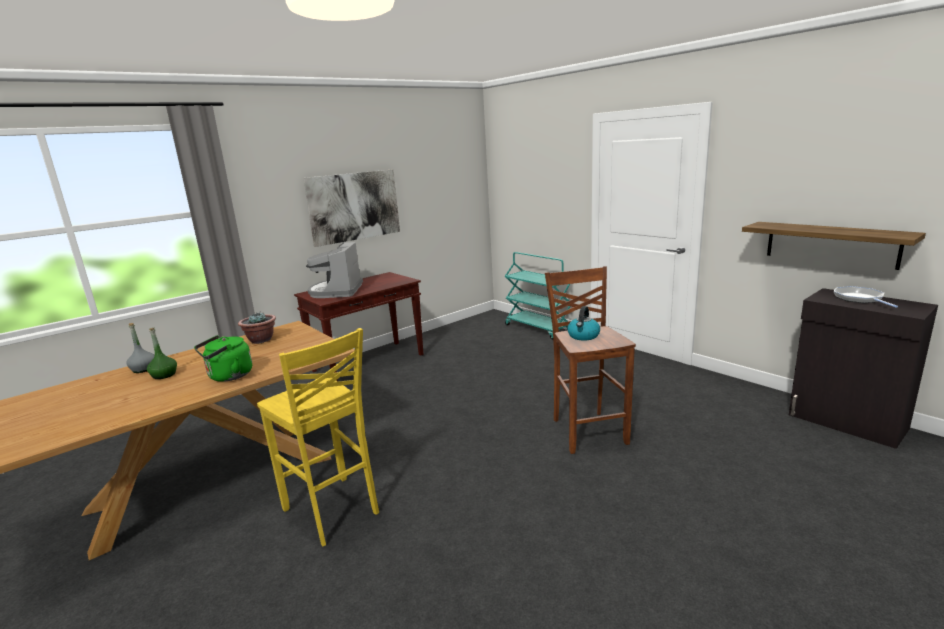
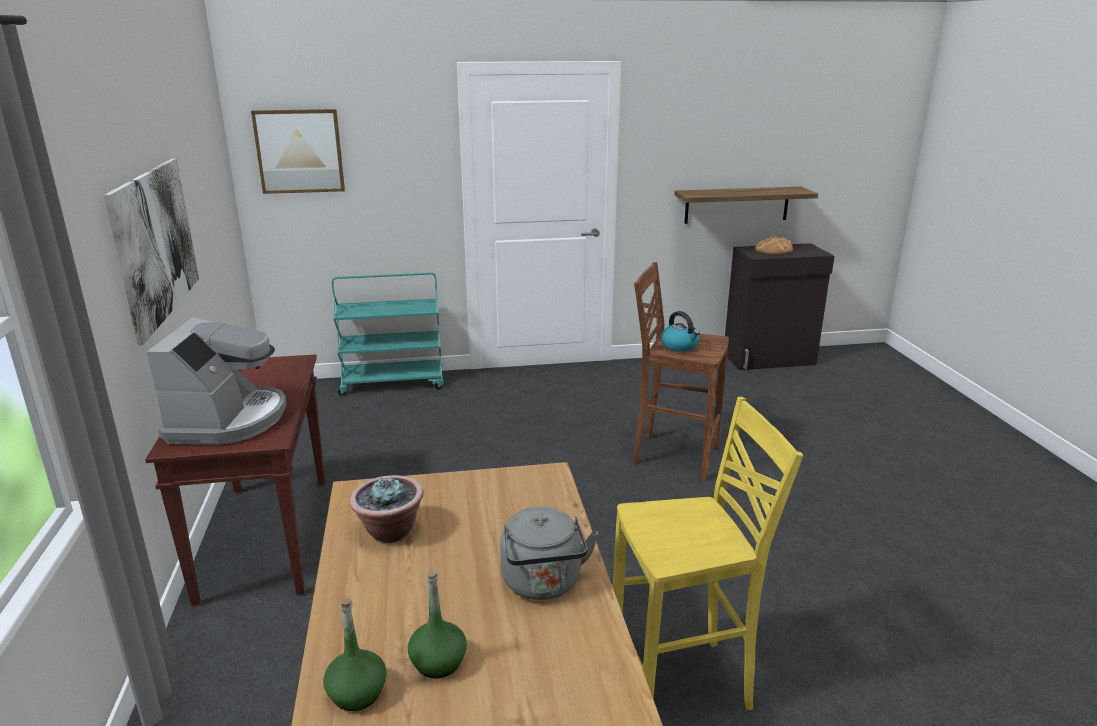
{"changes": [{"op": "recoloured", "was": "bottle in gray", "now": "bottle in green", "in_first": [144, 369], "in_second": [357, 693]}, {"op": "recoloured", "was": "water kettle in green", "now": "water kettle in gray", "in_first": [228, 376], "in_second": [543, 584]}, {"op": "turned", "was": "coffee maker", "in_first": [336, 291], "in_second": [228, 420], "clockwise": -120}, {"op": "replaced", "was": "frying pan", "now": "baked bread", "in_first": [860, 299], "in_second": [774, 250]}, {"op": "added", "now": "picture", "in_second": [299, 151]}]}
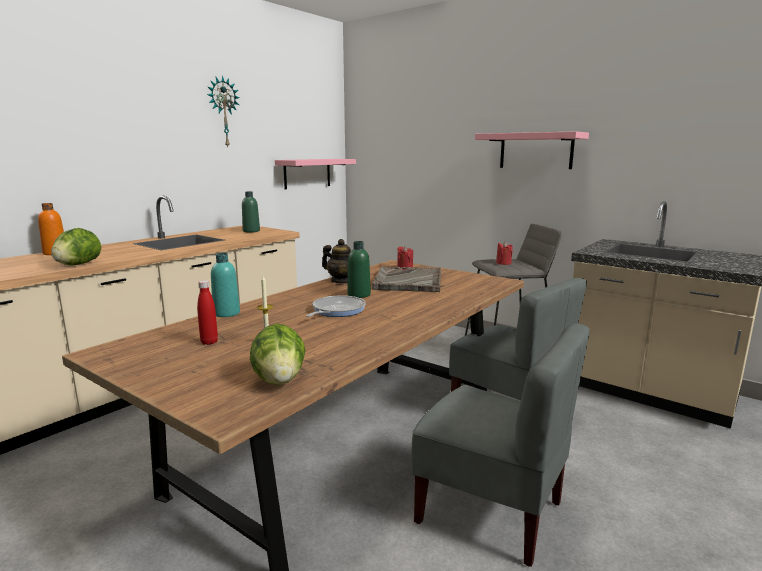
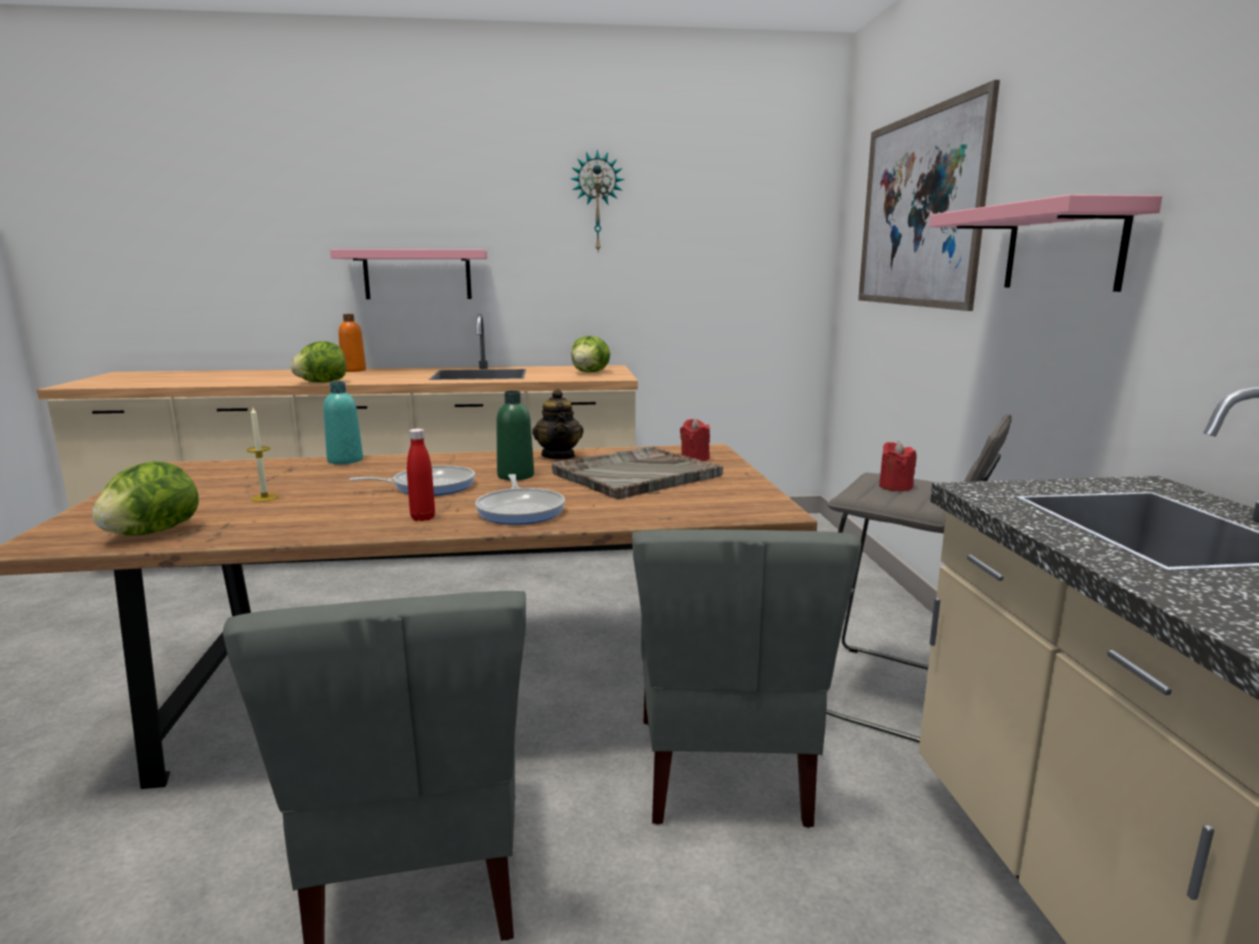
{"changes": [{"op": "moved", "was": "bottle in reddish", "in_first": [209, 342], "in_second": [423, 518]}, {"op": "replaced", "was": "bottle in green", "now": "head of lettuce", "in_first": [251, 231], "in_second": [590, 372]}, {"op": "moved", "was": "wall shelf in pink-coloured", "in_first": [307, 173], "in_second": [417, 275]}, {"op": "added", "now": "frying pan", "in_second": [521, 510]}, {"op": "added", "now": "picture", "in_second": [918, 210]}]}
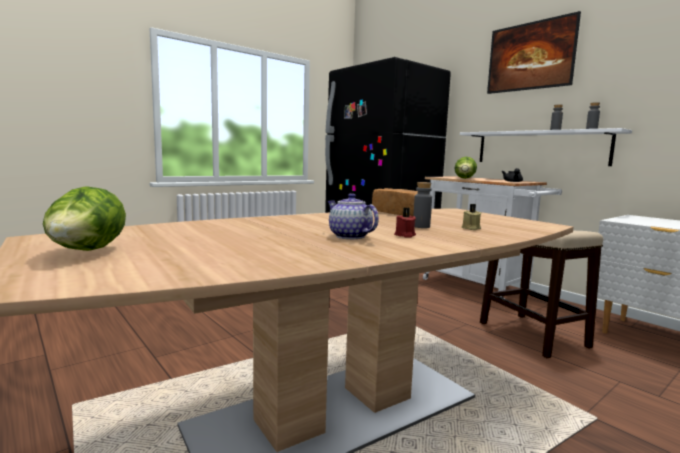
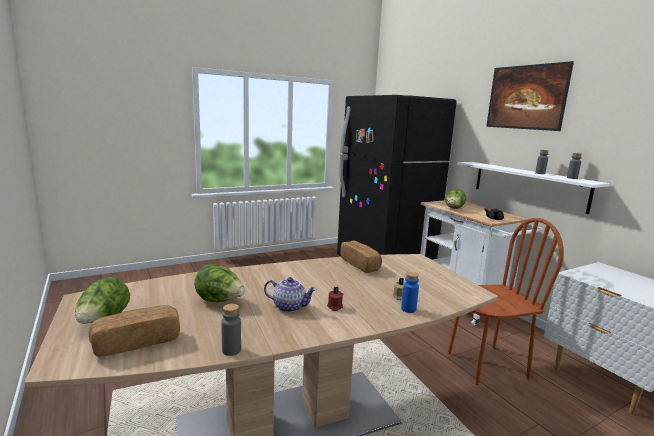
{"changes": [{"op": "turned", "was": "teapot", "in_first": [349, 236], "in_second": [290, 307], "clockwise": 135}, {"op": "moved", "was": "bottle in gray", "in_first": [421, 226], "in_second": [231, 350]}, {"op": "replaced", "was": "stool", "now": "upright chair in brown-coloured", "in_first": [533, 335], "in_second": [486, 365]}, {"op": "added", "now": "baked bread", "in_second": [137, 342]}, {"op": "added", "now": "head of lettuce", "in_second": [220, 301]}, {"op": "added", "now": "bottle in blue-coloured", "in_second": [408, 309]}]}
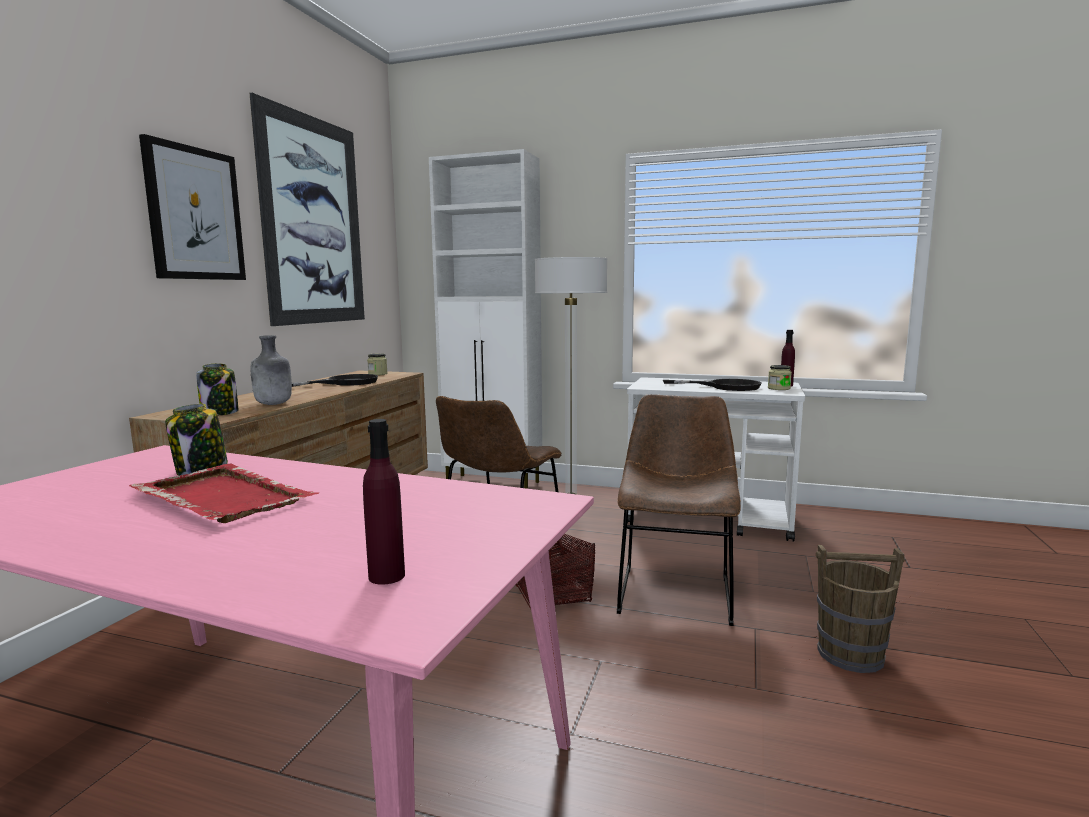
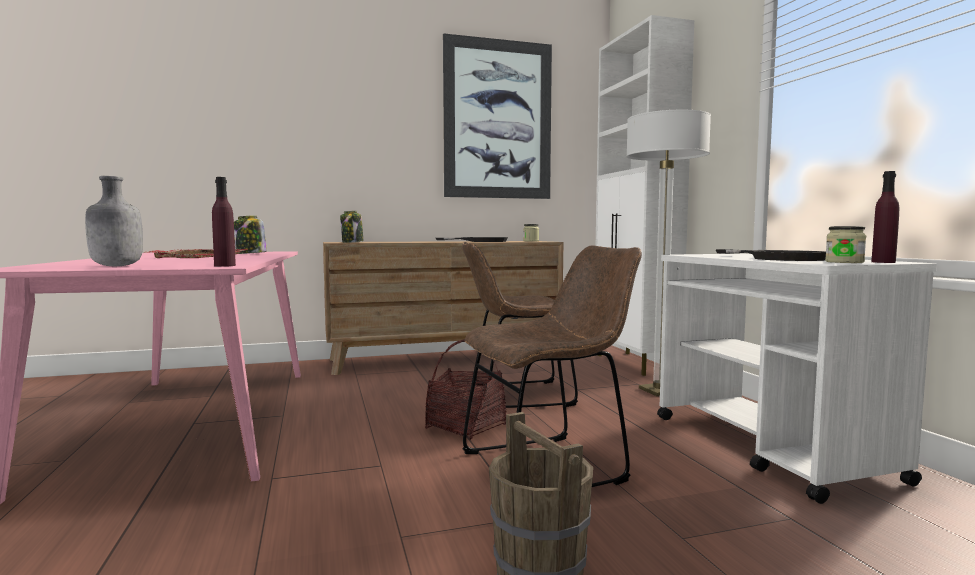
{"changes": [{"op": "removed", "was": "picture", "in_first": [195, 214]}, {"op": "moved", "was": "bottle in gray", "in_first": [274, 404], "in_second": [116, 266]}, {"op": "moved", "was": "bottle in purplish", "in_first": [386, 576], "in_second": [225, 265]}]}
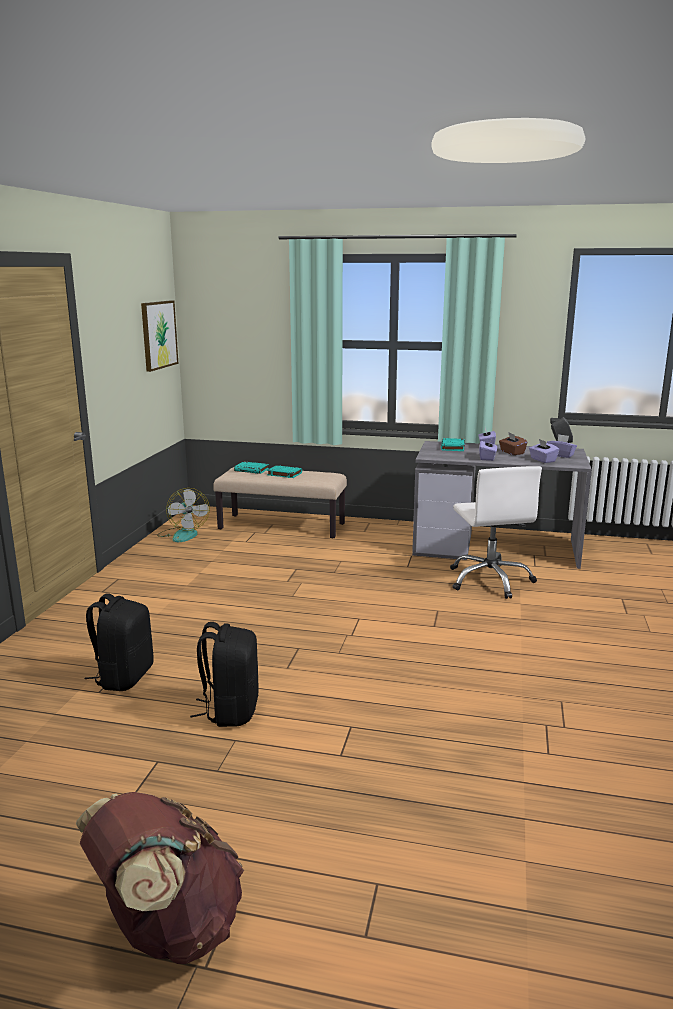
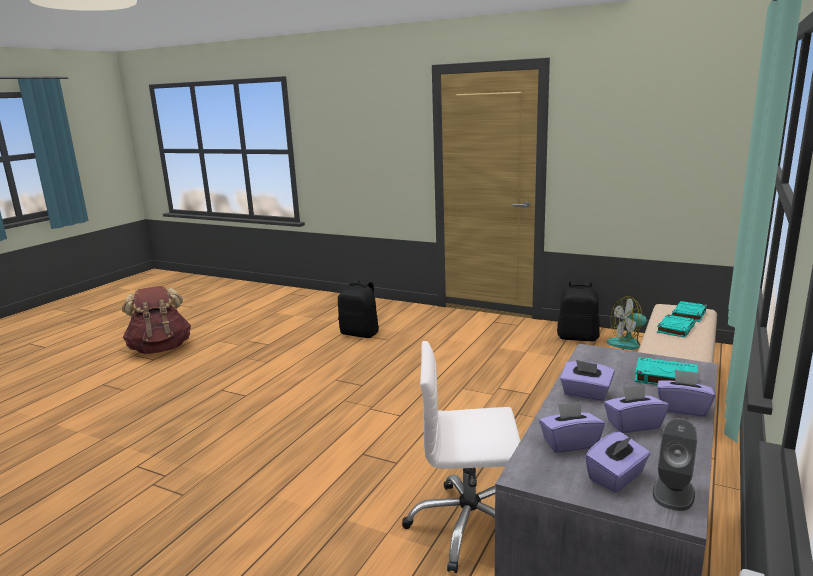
{"changes": [{"op": "removed", "was": "picture", "in_first": [158, 335]}, {"op": "moved", "was": "backpack in black-coloured", "in_first": [230, 710], "in_second": [578, 337]}, {"op": "recoloured", "was": "tissue box in brown-coloured", "now": "tissue box in purplish", "in_first": [512, 452], "in_second": [633, 424]}]}
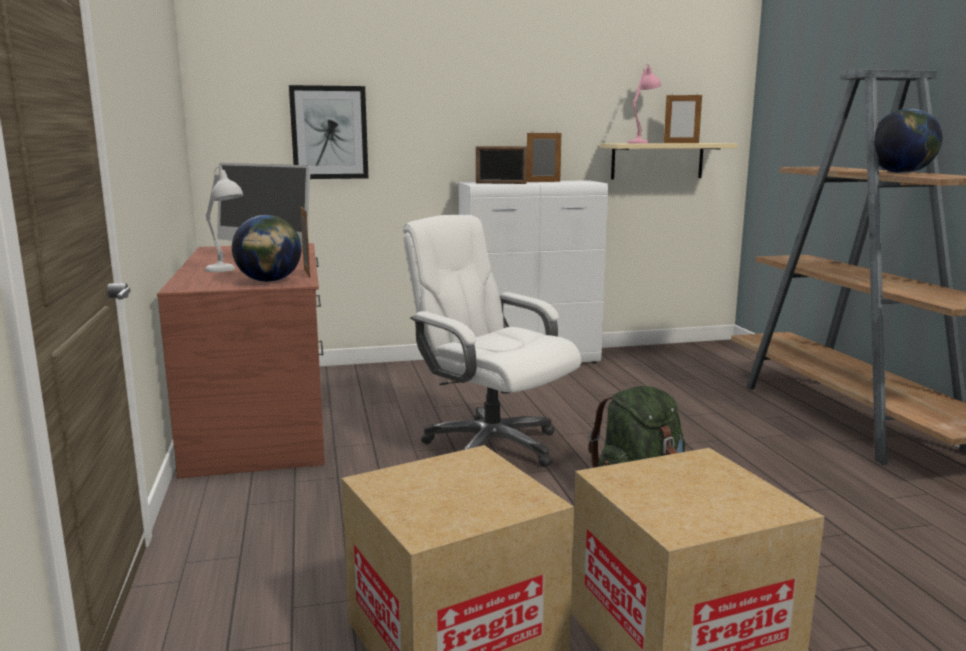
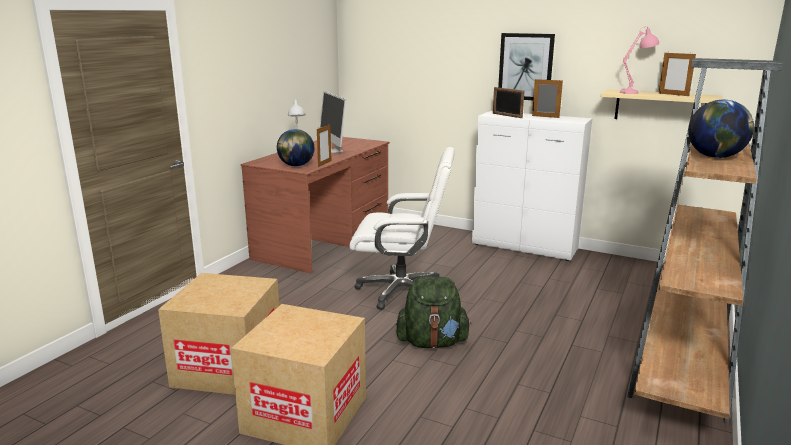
{"changes": [{"op": "moved", "was": "picture", "in_first": [329, 132], "in_second": [525, 67]}, {"op": "turned", "was": "desk chair in whitish", "in_first": [491, 445], "in_second": [401, 291], "clockwise": 105}]}
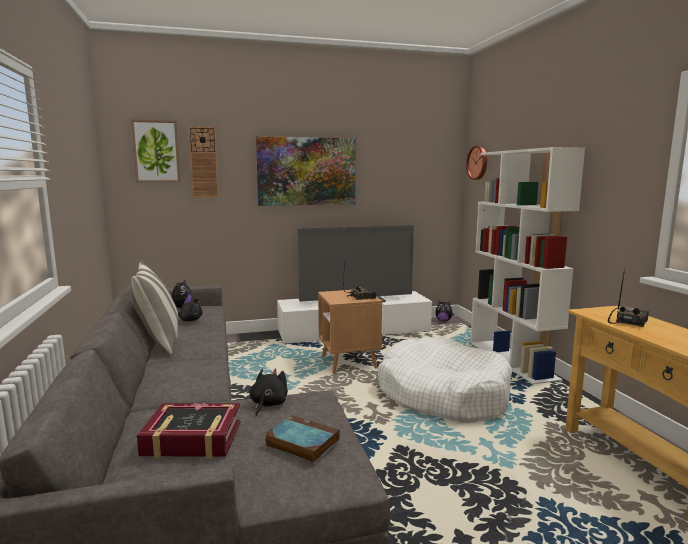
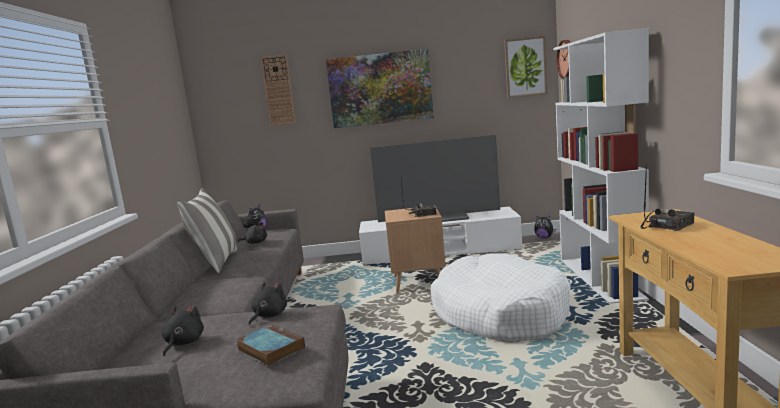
{"changes": [{"op": "moved", "was": "picture", "in_first": [156, 151], "in_second": [525, 67]}, {"op": "replaced", "was": "book", "now": "cuddly toy in black-coloured", "in_first": [192, 439], "in_second": [183, 343]}]}
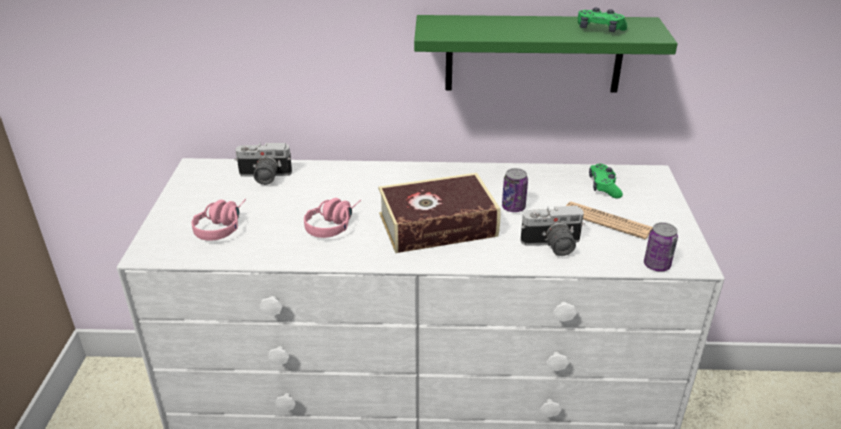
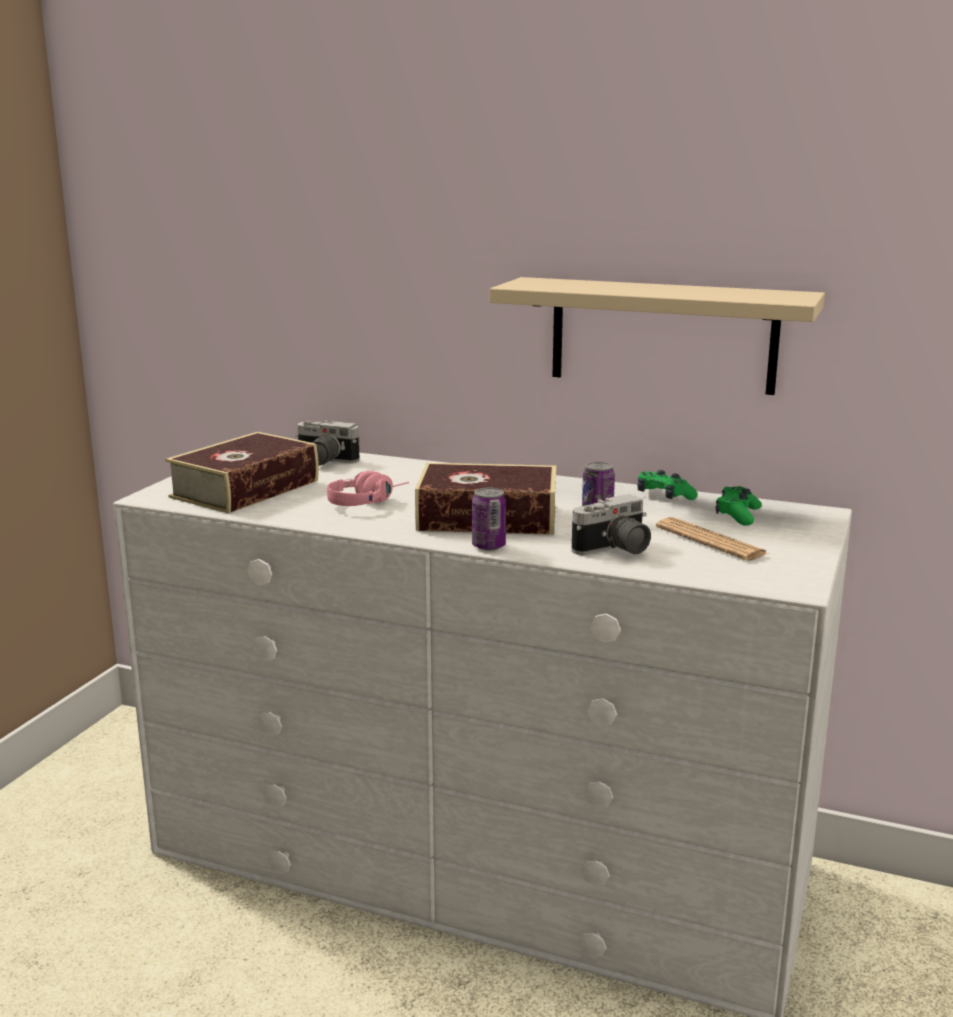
{"changes": [{"op": "replaced", "was": "headset in pink-coloured", "now": "book", "in_first": [222, 226], "in_second": [245, 489]}, {"op": "recoloured", "was": "wall shelf in green", "now": "wall shelf in beige-coloured", "in_first": [534, 54], "in_second": [662, 335]}, {"op": "turned", "was": "still camera", "in_first": [552, 246], "in_second": [615, 550], "clockwise": -45}, {"op": "moved", "was": "gamepad in green", "in_first": [599, 30], "in_second": [664, 496]}, {"op": "moved", "was": "metal can", "in_first": [656, 265], "in_second": [488, 546]}]}
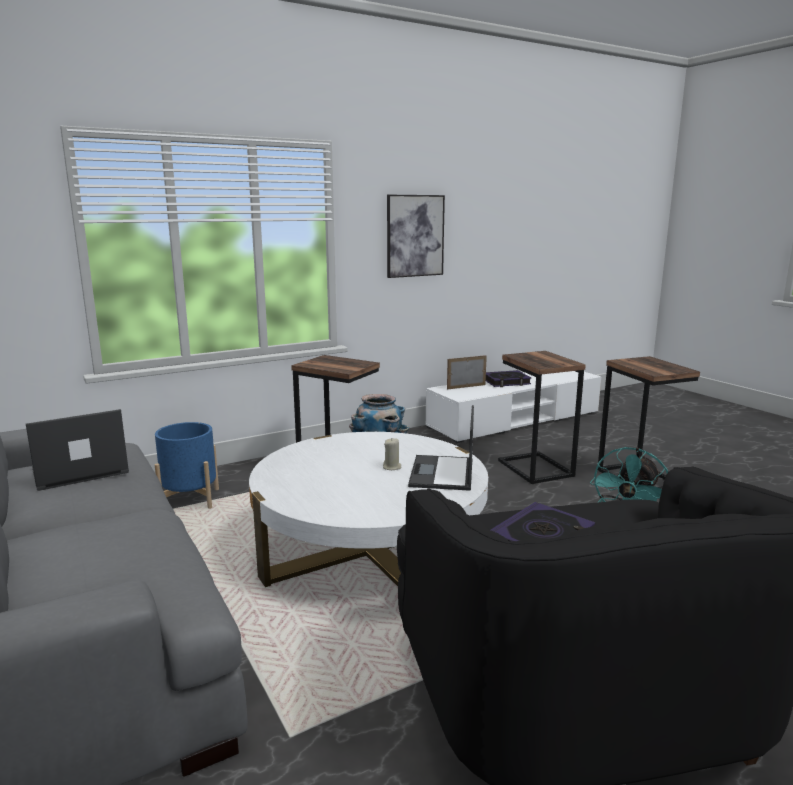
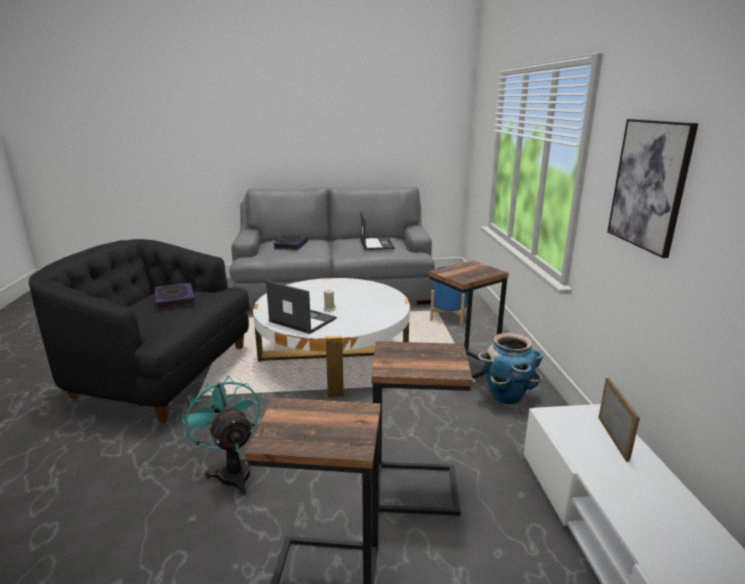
{"changes": [{"op": "moved", "was": "book", "in_first": [506, 382], "in_second": [291, 245]}]}
